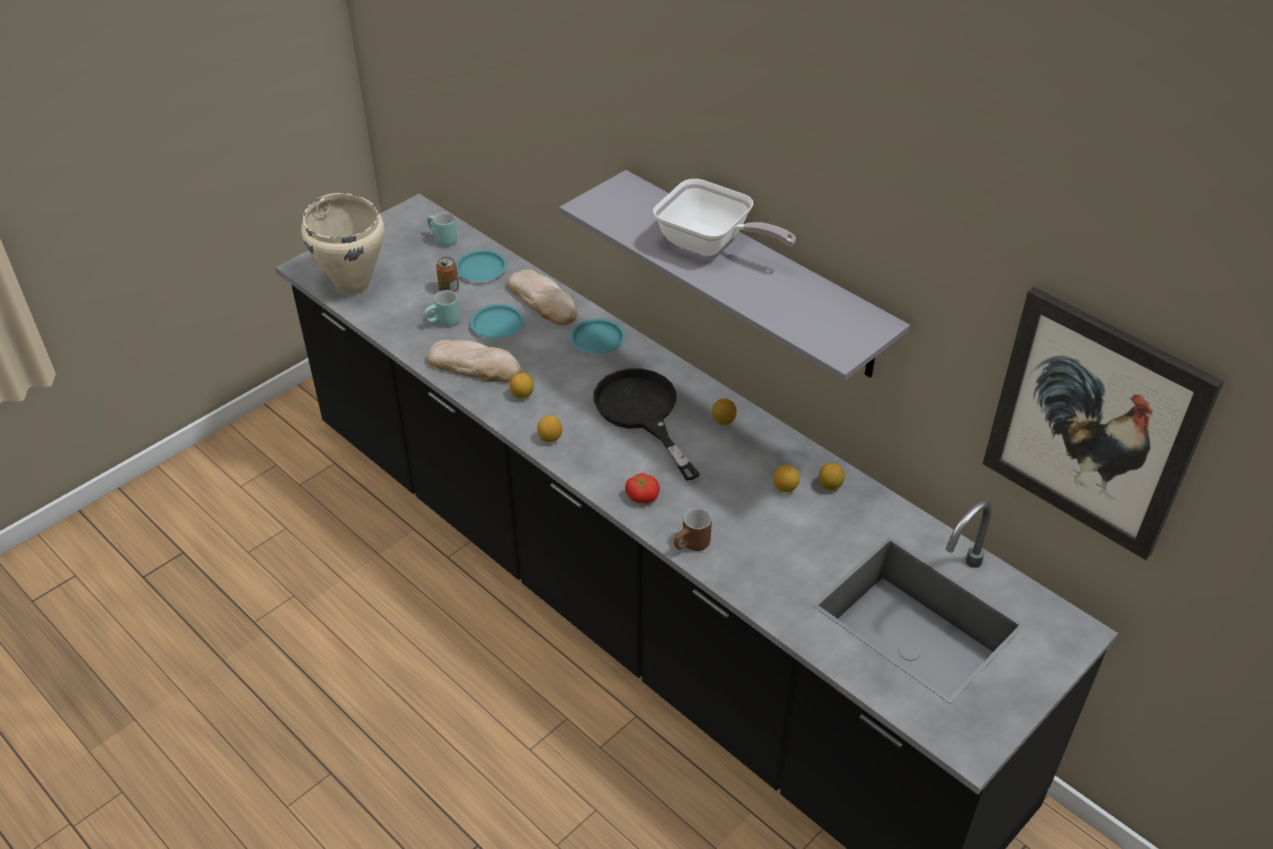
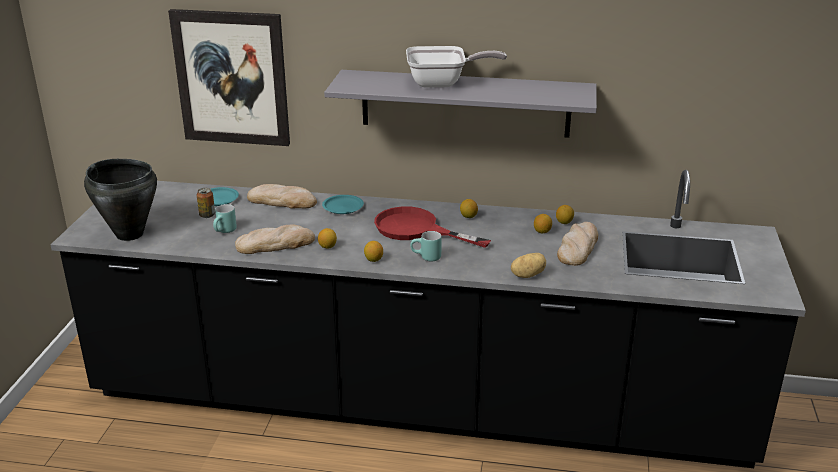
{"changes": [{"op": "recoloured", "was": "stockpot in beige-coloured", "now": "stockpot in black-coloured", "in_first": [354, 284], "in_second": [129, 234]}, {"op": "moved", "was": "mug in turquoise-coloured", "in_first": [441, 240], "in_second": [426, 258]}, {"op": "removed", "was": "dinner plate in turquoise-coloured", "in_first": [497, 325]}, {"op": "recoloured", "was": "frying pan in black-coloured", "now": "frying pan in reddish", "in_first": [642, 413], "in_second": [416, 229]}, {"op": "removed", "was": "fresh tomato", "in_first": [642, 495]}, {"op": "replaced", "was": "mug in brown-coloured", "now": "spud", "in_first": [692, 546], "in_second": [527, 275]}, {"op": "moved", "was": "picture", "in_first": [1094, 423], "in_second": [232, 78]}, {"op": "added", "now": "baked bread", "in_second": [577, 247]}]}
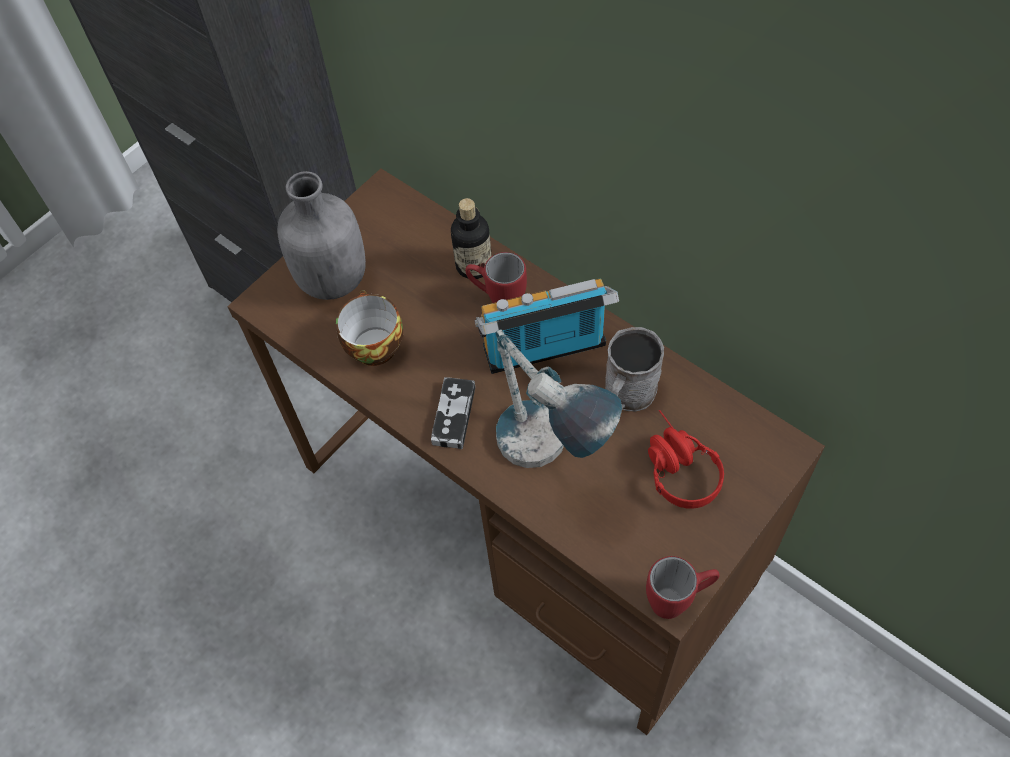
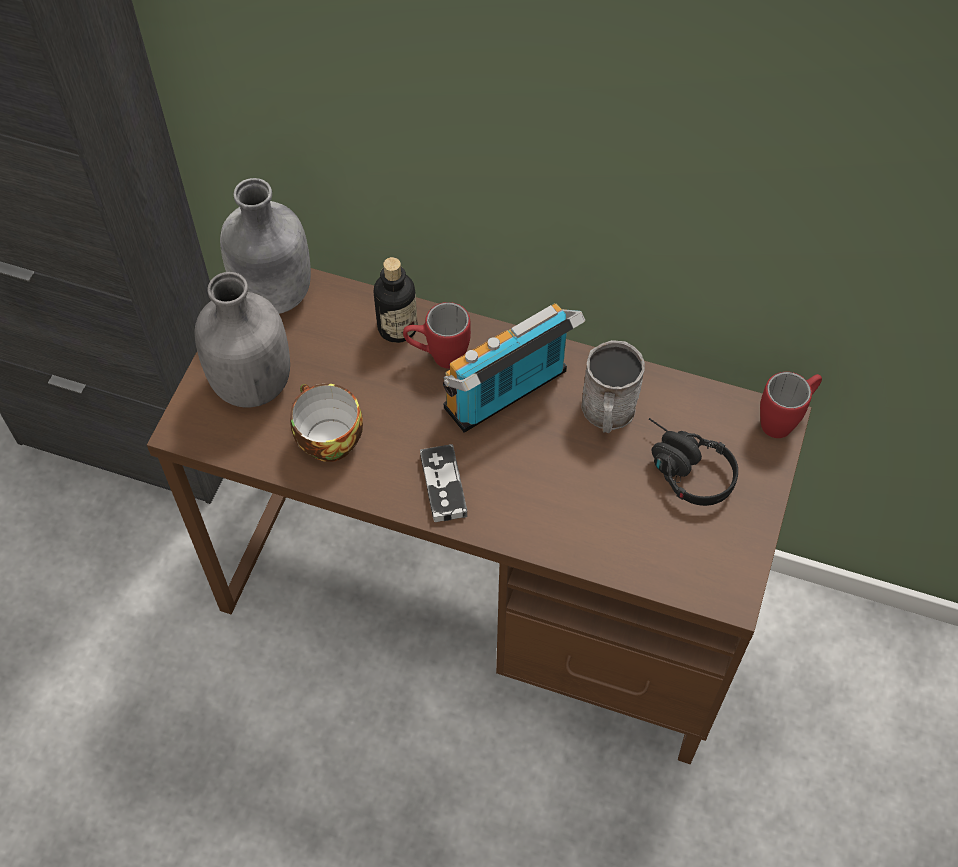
{"changes": [{"op": "removed", "was": "lamp for a table", "in_first": [549, 459]}, {"op": "moved", "was": "mug in reddish", "in_first": [678, 600], "in_second": [785, 419]}, {"op": "recoloured", "was": "headset in reddish", "now": "headset in black-coloured", "in_first": [675, 466], "in_second": [682, 469]}, {"op": "added", "now": "bottle in gray", "in_second": [273, 295]}]}
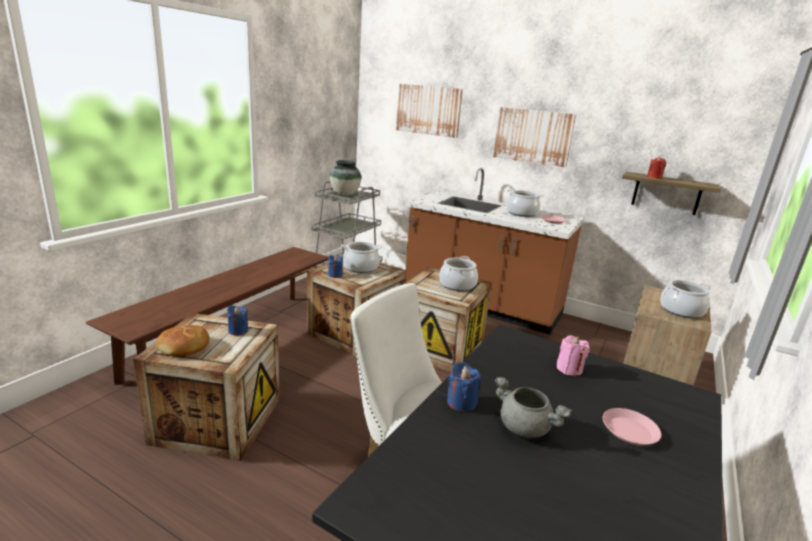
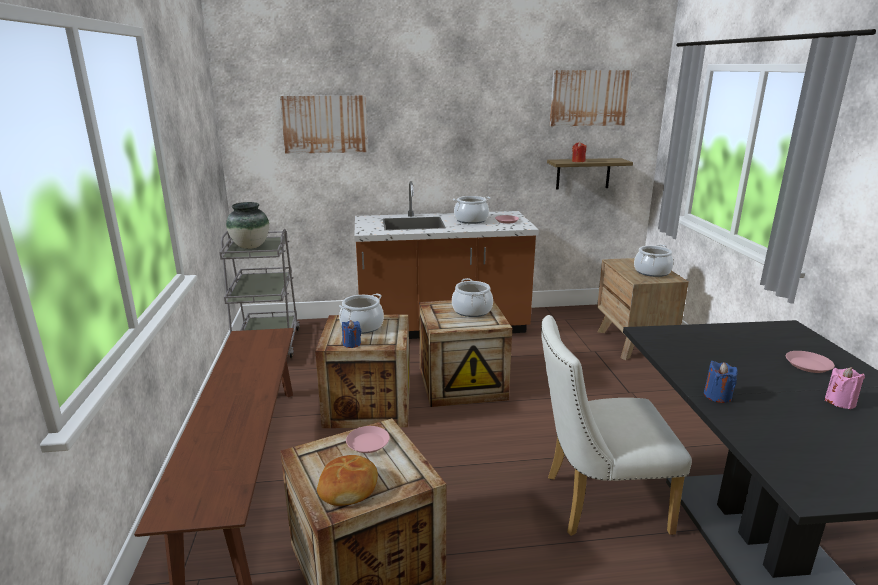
{"changes": [{"op": "replaced", "was": "candle in blue-coloured", "now": "dinner plate in pink-coloured", "in_first": [238, 331], "in_second": [368, 443]}, {"op": "moved", "was": "picture", "in_first": [533, 136], "in_second": [589, 98]}, {"op": "removed", "was": "stockpot in gray", "in_first": [525, 428]}, {"op": "moved", "was": "candle in pink-coloured", "in_first": [569, 369], "in_second": [840, 402]}]}
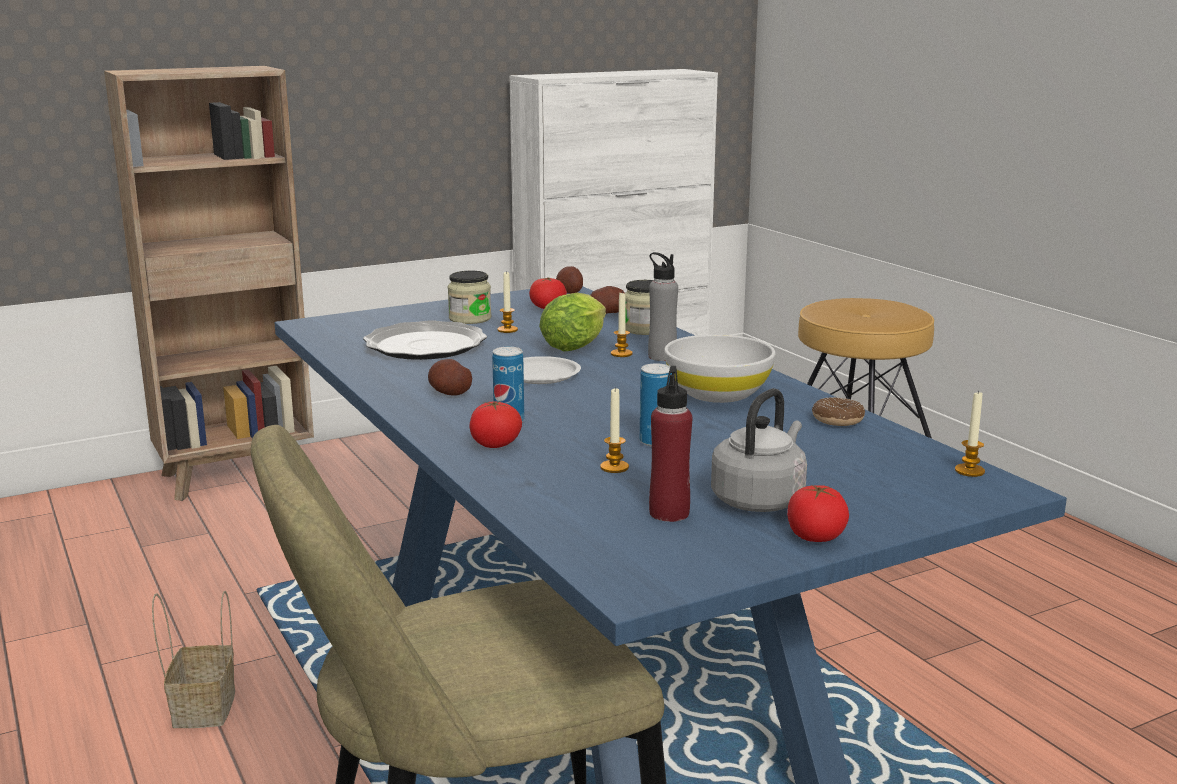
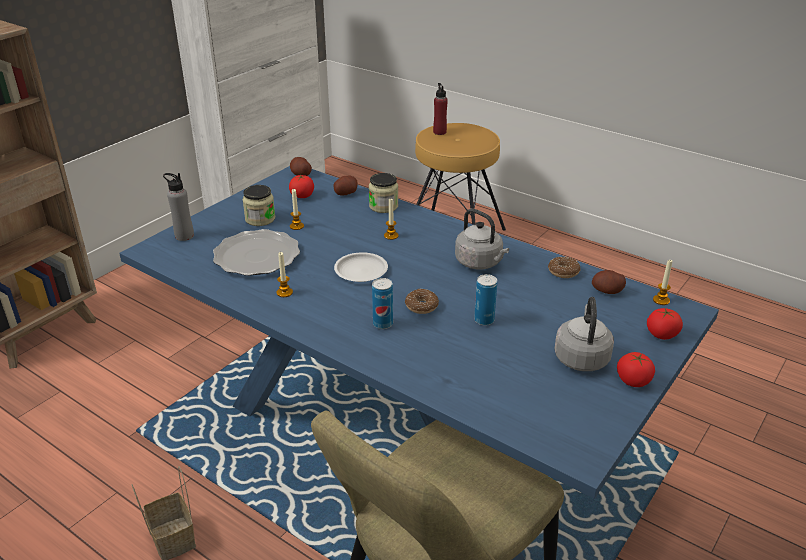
{"changes": [{"op": "moved", "was": "spud", "in_first": [450, 393], "in_second": [607, 291]}, {"op": "moved", "was": "fresh tomato", "in_first": [495, 444], "in_second": [662, 334]}, {"op": "removed", "was": "head of lettuce", "in_first": [577, 345]}, {"op": "moved", "was": "candle", "in_first": [614, 467], "in_second": [284, 292]}, {"op": "moved", "was": "bottle in gray", "in_first": [662, 357], "in_second": [184, 236]}, {"op": "moved", "was": "bottle in reddish", "in_first": [669, 513], "in_second": [439, 132]}, {"op": "replaced", "was": "serving bowl in whitish", "now": "water kettle in gray", "in_first": [718, 393], "in_second": [480, 263]}, {"op": "added", "now": "doughnut", "in_second": [421, 306]}]}
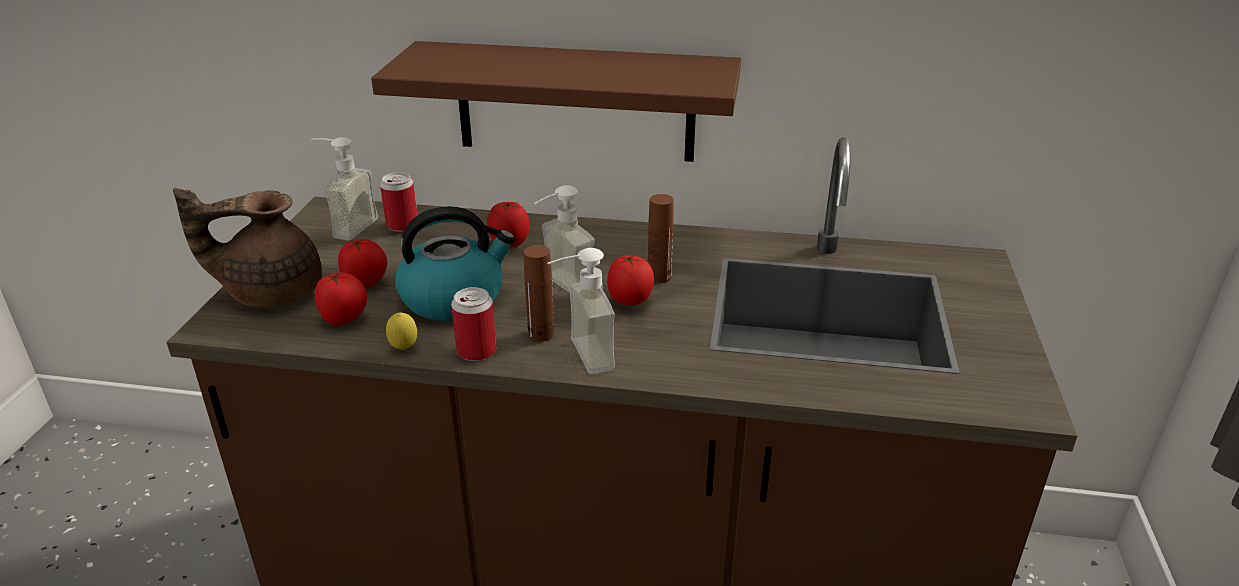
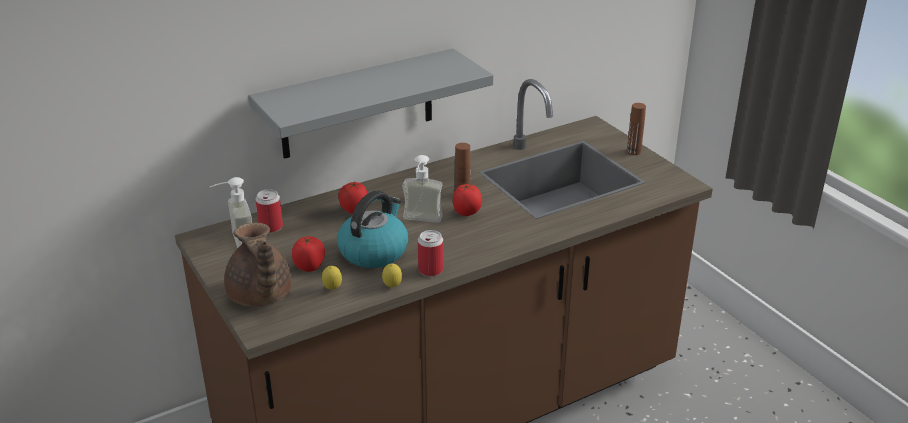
{"changes": [{"op": "turned", "was": "teapot in brown-coloured", "in_first": [271, 291], "in_second": [260, 296], "clockwise": -60}, {"op": "replaced", "was": "fresh tomato", "now": "lemon", "in_first": [344, 319], "in_second": [332, 289]}, {"op": "recoloured", "was": "wall shelf in brown-coloured", "now": "wall shelf in gray", "in_first": [575, 102], "in_second": [357, 104]}, {"op": "moved", "was": "bottle in brown-coloured", "in_first": [541, 334], "in_second": [633, 152]}, {"op": "removed", "was": "soap bottle", "in_first": [579, 357]}]}
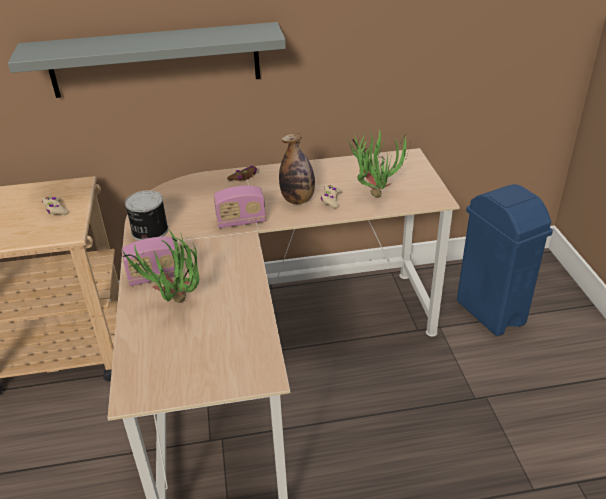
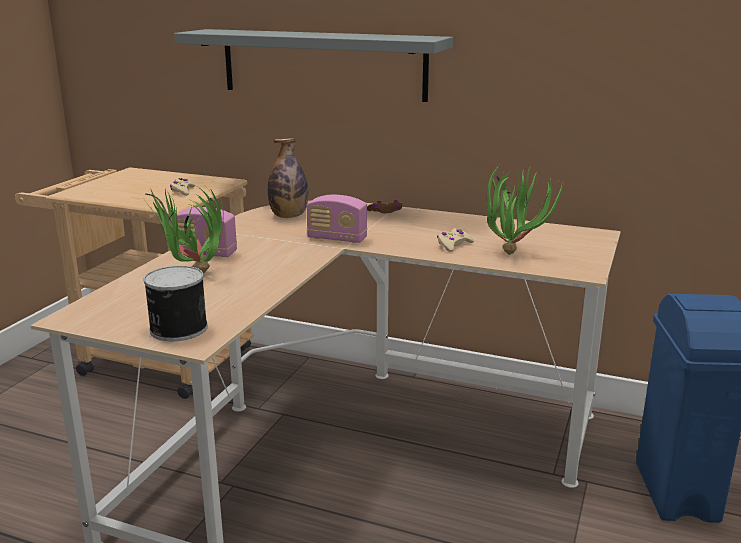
{"changes": [{"op": "moved", "was": "metal can", "in_first": [149, 231], "in_second": [177, 329]}, {"op": "moved", "was": "bottle", "in_first": [298, 200], "in_second": [289, 216]}]}
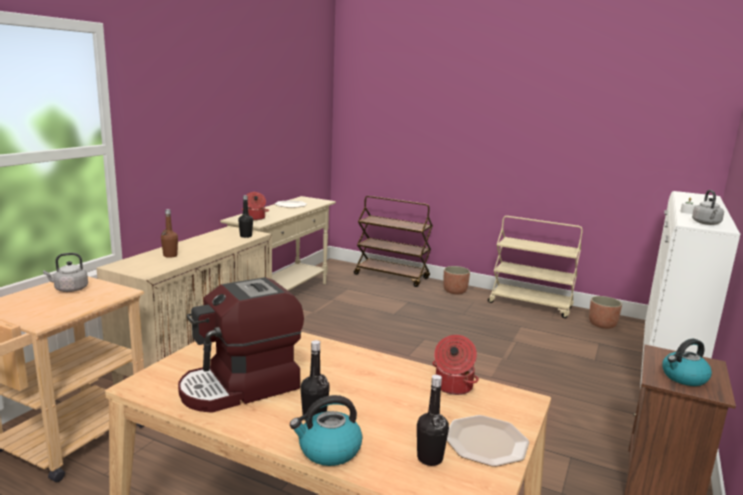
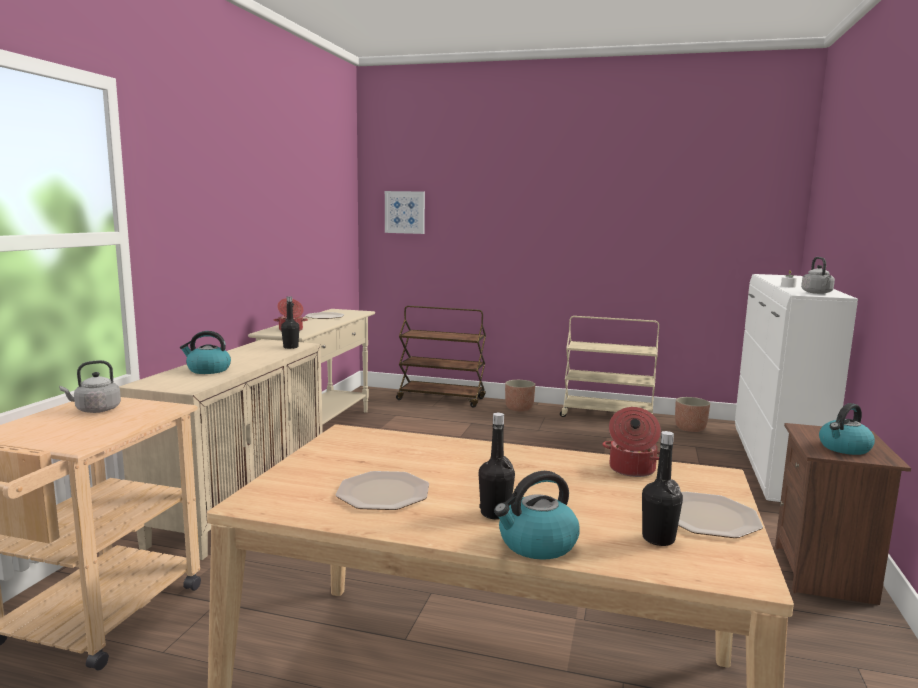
{"changes": [{"op": "replaced", "was": "bottle in brown-coloured", "now": "water kettle", "in_first": [170, 255], "in_second": [208, 370]}, {"op": "replaced", "was": "coffee maker", "now": "dinner plate", "in_first": [241, 387], "in_second": [384, 493]}, {"op": "added", "now": "picture", "in_second": [405, 212]}]}
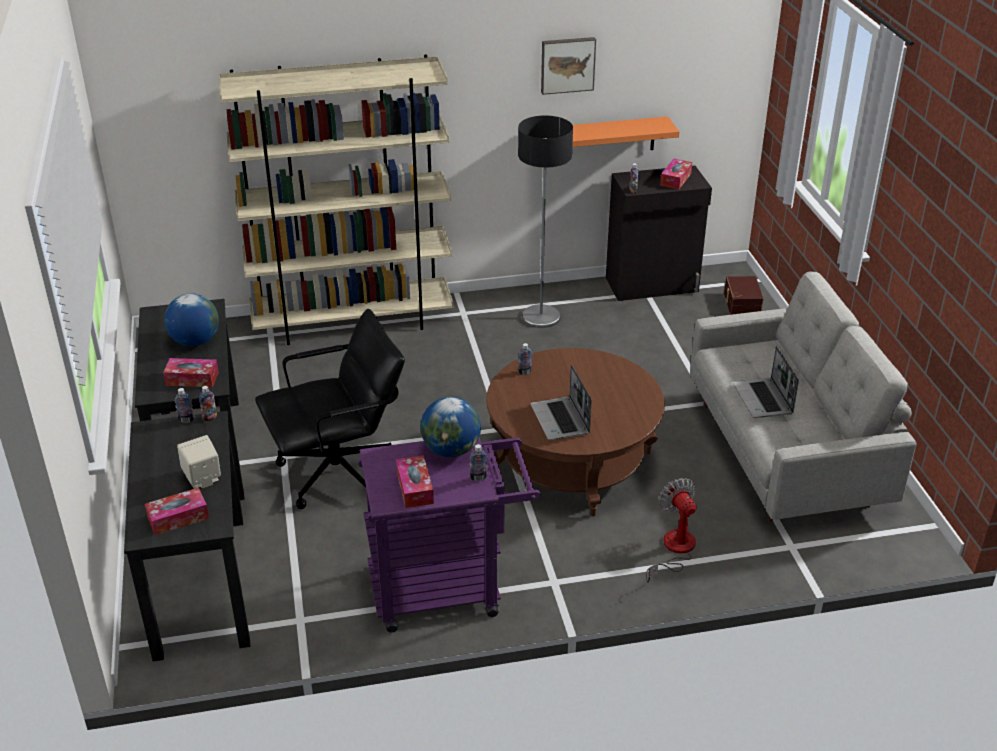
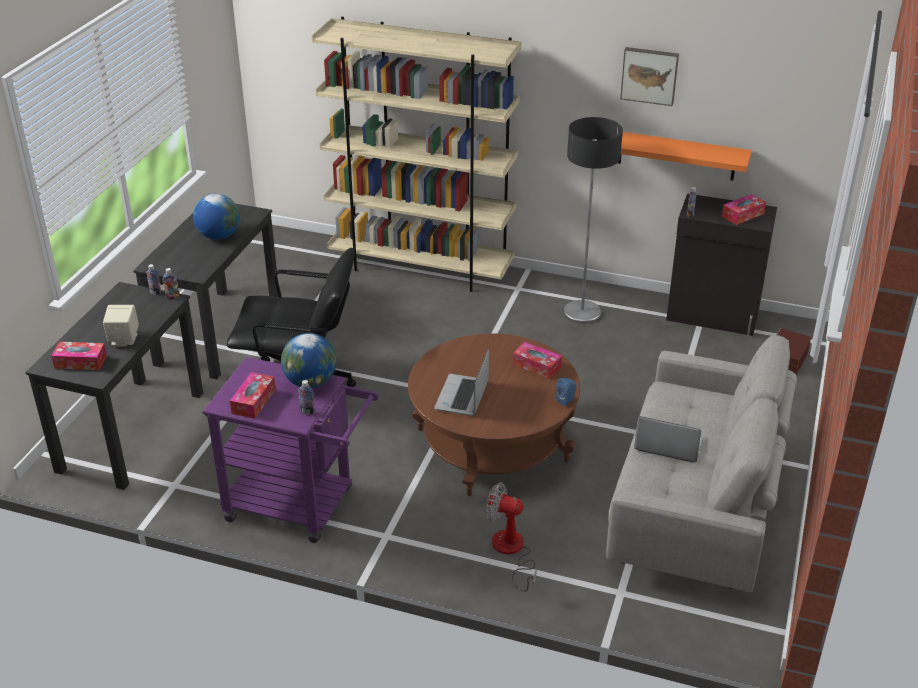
{"changes": [{"op": "moved", "was": "tissue box", "in_first": [192, 379], "in_second": [536, 366]}, {"op": "removed", "was": "bottle", "in_first": [525, 372]}, {"op": "turned", "was": "electric fan", "in_first": [674, 550], "in_second": [511, 551], "clockwise": -75}, {"op": "turned", "was": "notebook computer", "in_first": [763, 400], "in_second": [667, 445], "clockwise": 90}, {"op": "added", "now": "audio speaker in blue-coloured", "in_second": [566, 400]}]}
